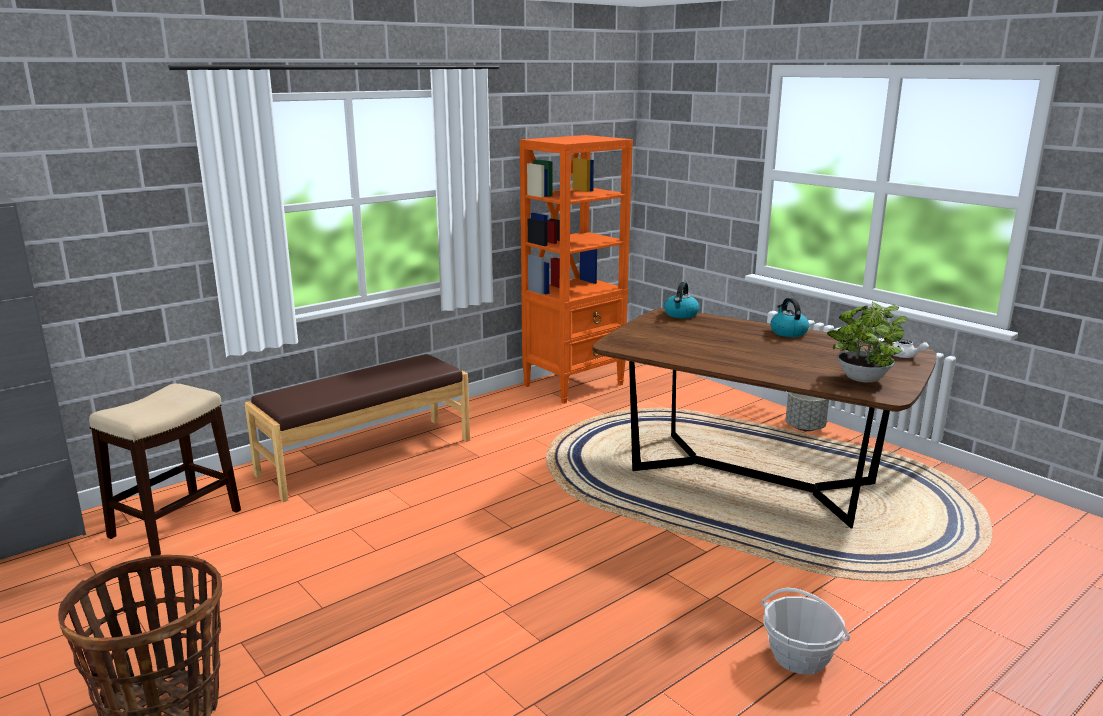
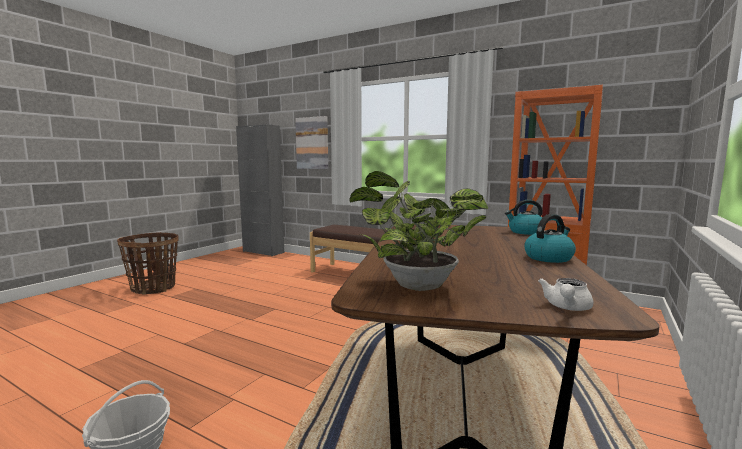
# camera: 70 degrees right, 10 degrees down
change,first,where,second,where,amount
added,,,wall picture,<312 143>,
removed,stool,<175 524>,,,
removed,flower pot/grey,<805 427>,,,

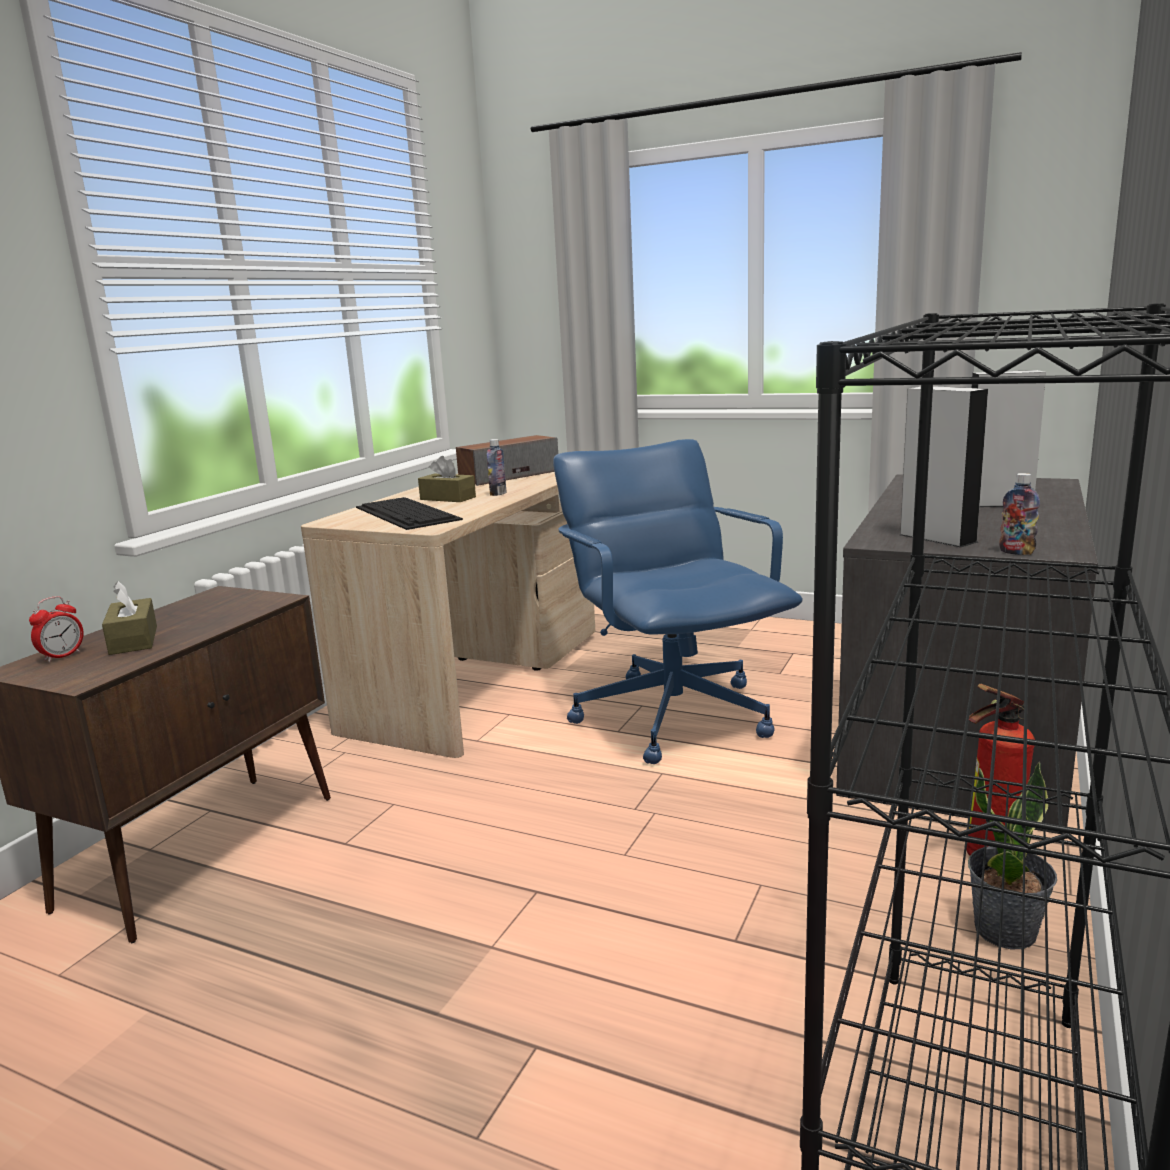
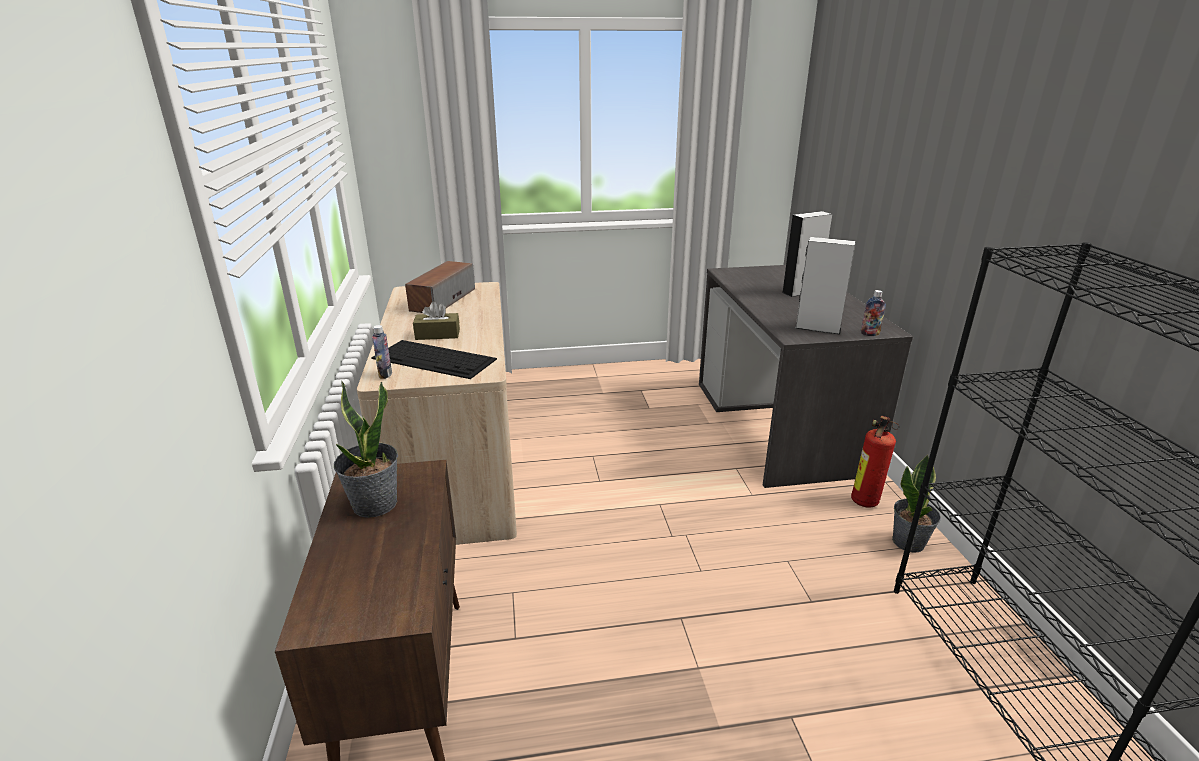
# camera: 35 degrees left, 10 degrees up
change,first,where,second,where,amount
added,,,potted plant,<374 504>,
moved,beverage bottle,<498 494>,,<385 374>,
removed,bedside clock,<62 656>,,,
removed,tissue holder/brown,<133 640>,,,
removed,desk chair/blue-coloured,<674 715>,,,

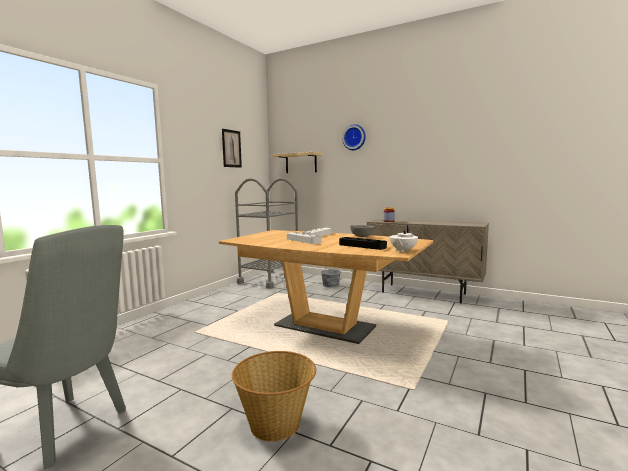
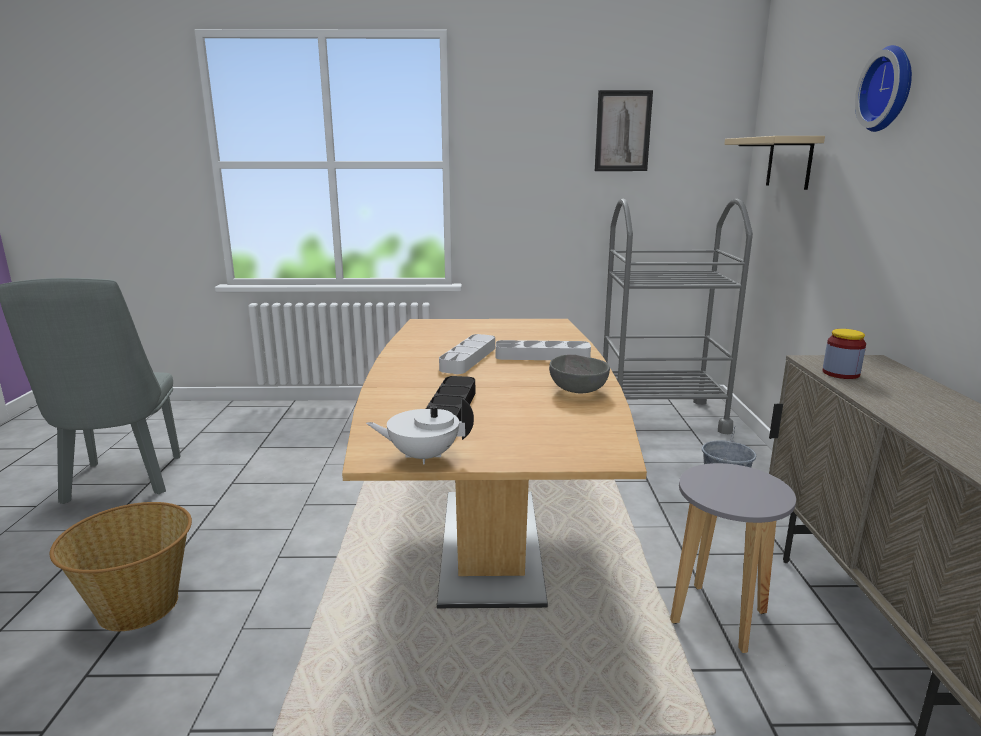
# camera: 60 degrees right, 10 degrees up
change,first,where,second,where,amount
added,,,stool/grey,<719 617>,

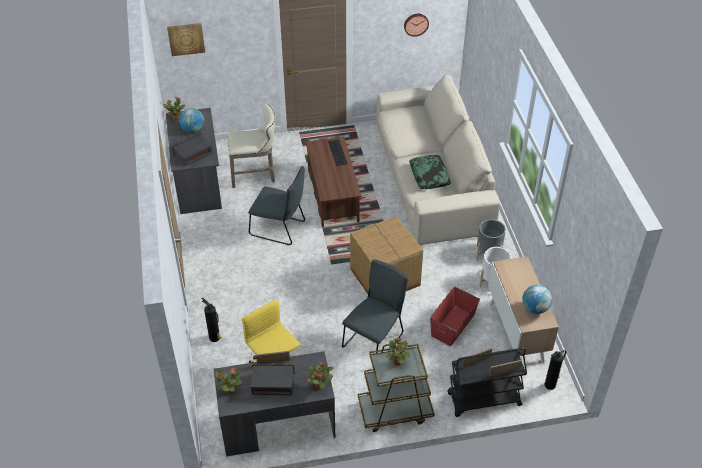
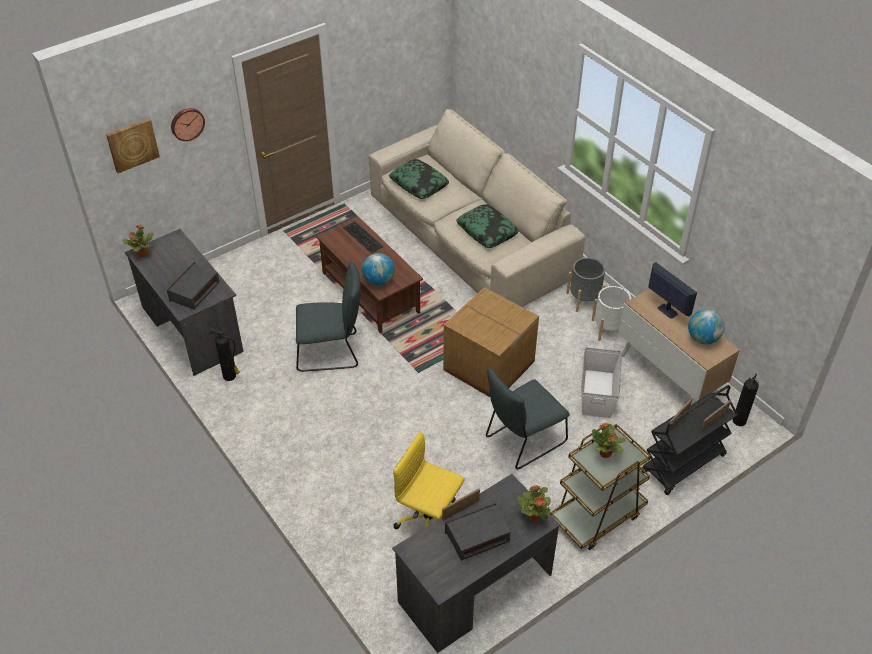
# camera: 25 degrees left, 0 degrees up
change,first,where,second,where,amount
moved,hanging clock,<416 24>,,<187 123>,
moved,fire-fighting cylinder,<215 338>,,<230 376>,
moved,desk globe,<193 129>,,<378 281>,
added,,,cushion,<419 184>,
turned,plain chair/grey,<374 339>,,<522 441>,135 degrees counterclockwise
recoloured,storage box/reddish,<453 325>,storage box/white-coloured,<598 393>,
added,,,computer screen,<667 310>,
removed,potted plant,<229 390>,,,
removed,stool/beige,<255 175>,,,

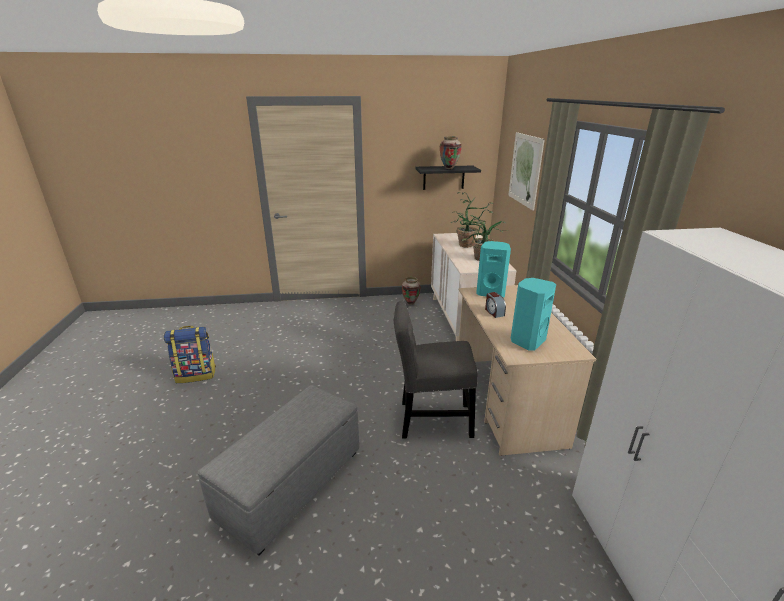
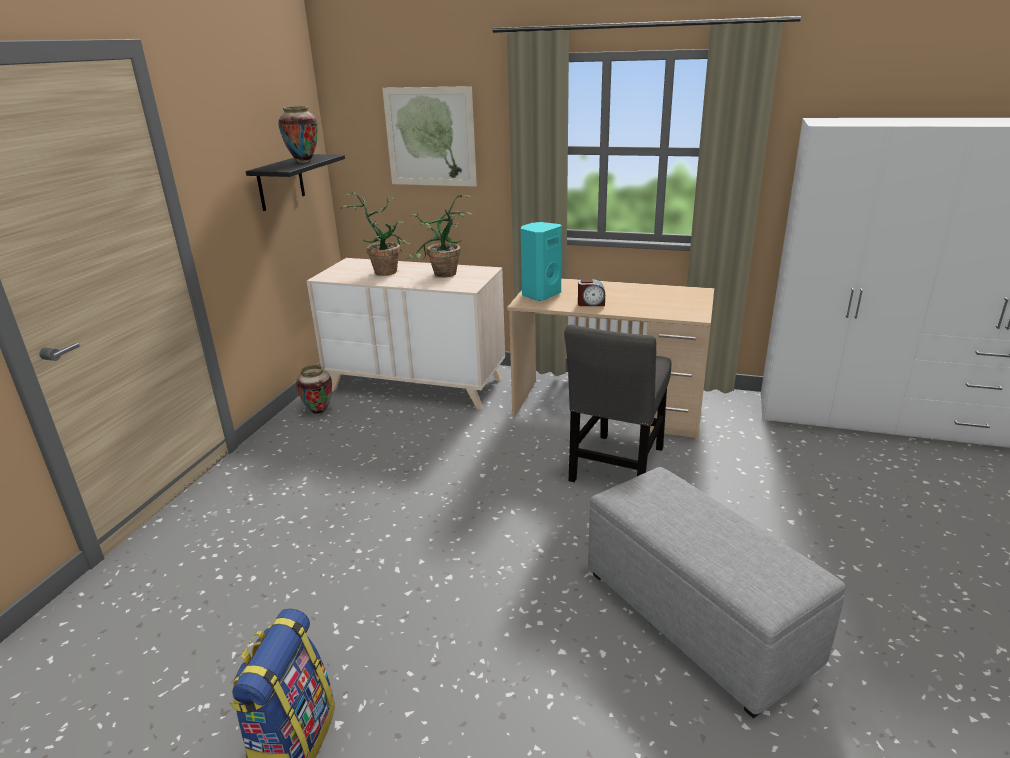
# camera: 65 degrees left, 0 degrees up
change,first,where,second,where,amount
removed,loudspeaker/blue-green,<526 341>,,,

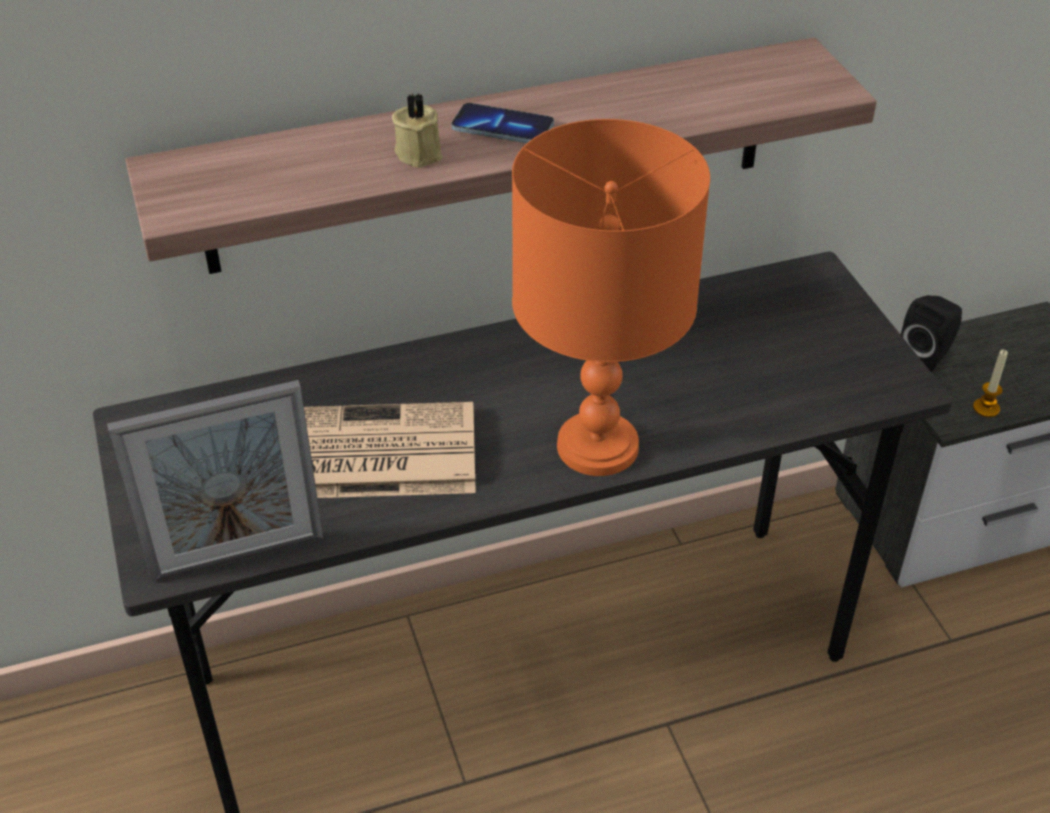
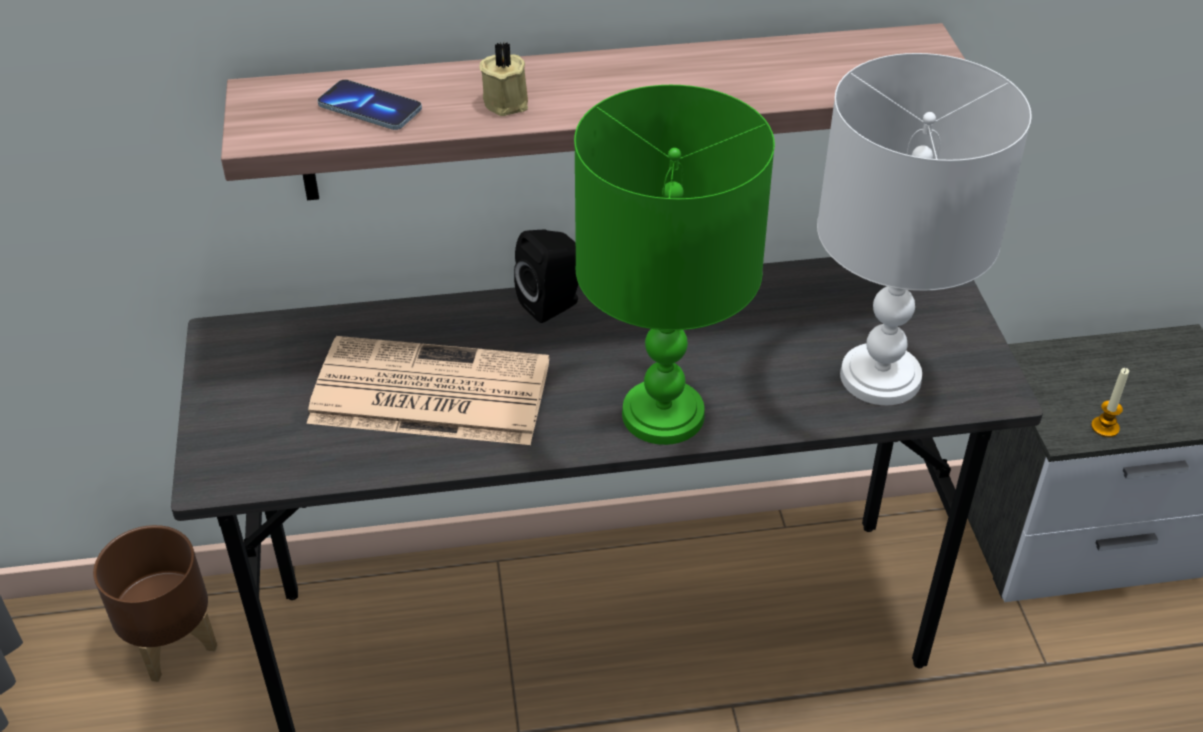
# camera: 10 degrees right, 0 degrees up
change,first,where,second,where,amount
added,,,flower pot/brown,<172 644>,
moved,telephone,<502 127>,,<370 108>,
moved,loudspeaker/black,<926 357>,,<554 304>,
recoloured,lamp for a table/orangey,<595 446>,lamp for a table/green-coloured,<661 414>,
added,,,lamp for a table/white-coloured,<881 378>,
removed,standing frame,<238 557>,,,

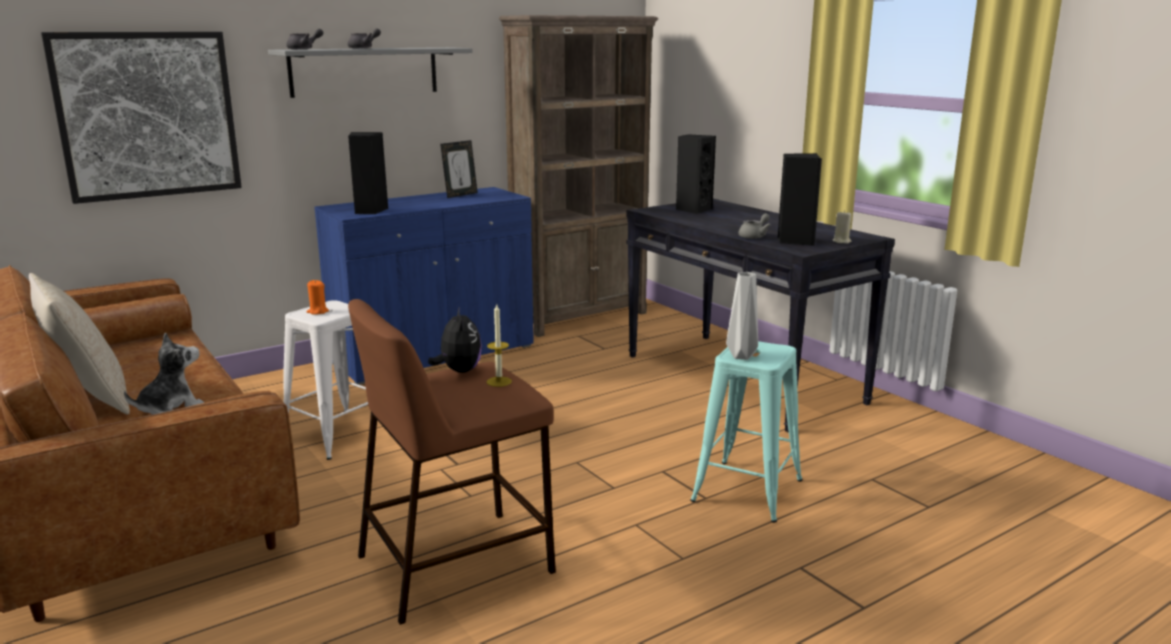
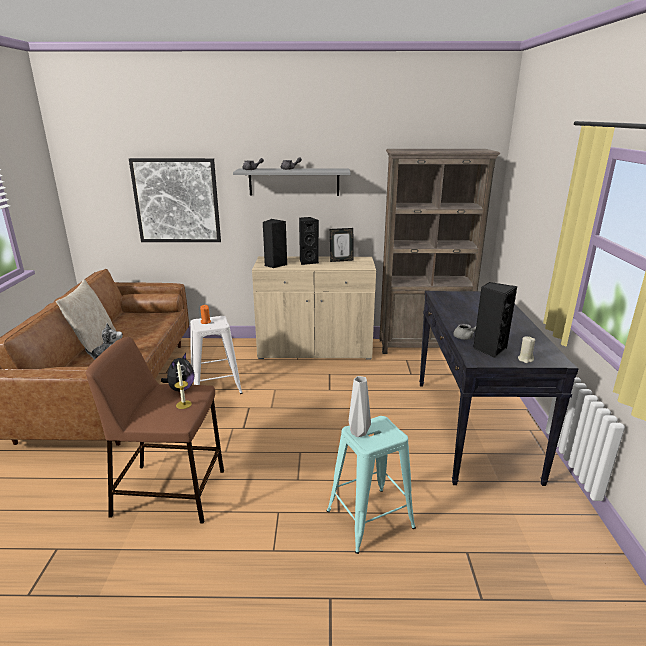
# camera: 35 degrees right, 5 degrees up
change,first,where,second,where,amount
recoloured,storage cabinet/blue-coloured,<434 354>,storage cabinet/beige,<315 350>,
moved,loudspeaker/black,<693 210>,,<308 262>,

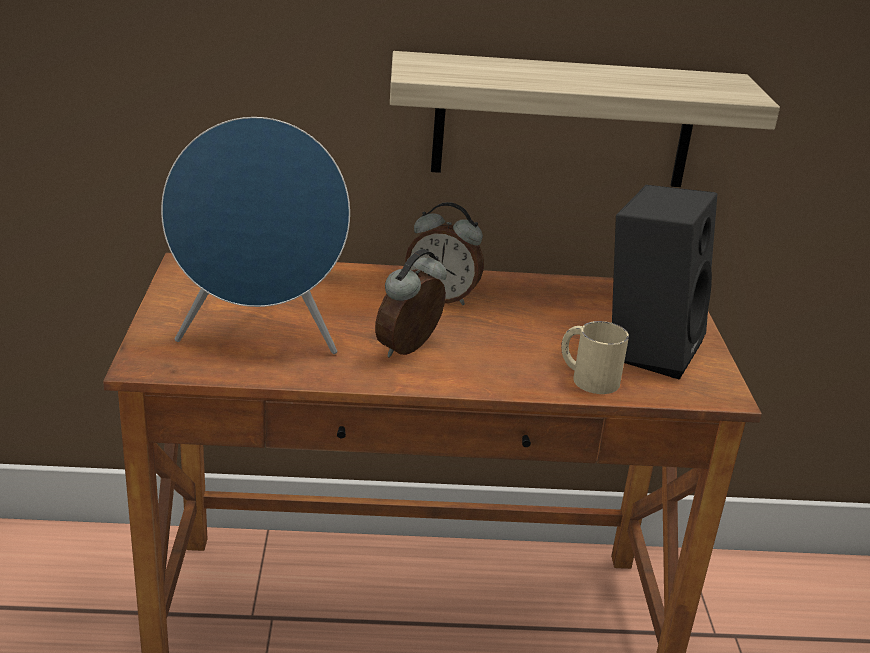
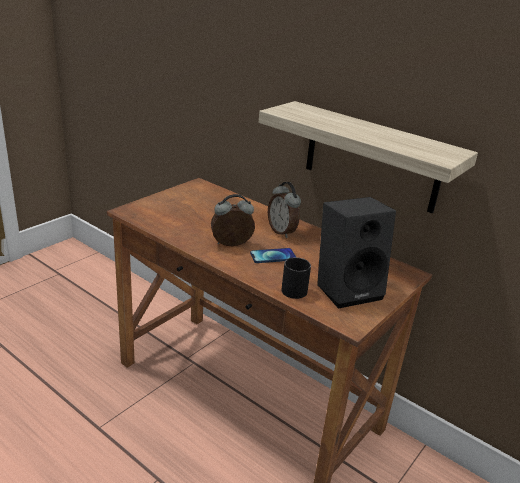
# camera: 40 degrees right, 0 degrees up
change,first,where,second,where,amount
added,,,telephone,<273 256>,
recoloured,mug/beige,<587 377>,mug/black,<292 287>,
removed,loudspeaker/blue-coloured,<260 339>,,,

